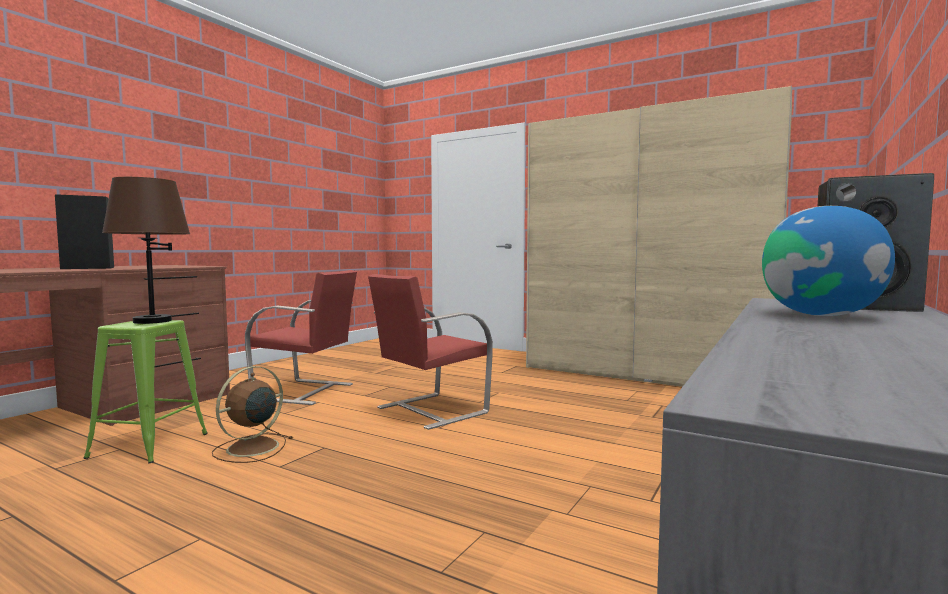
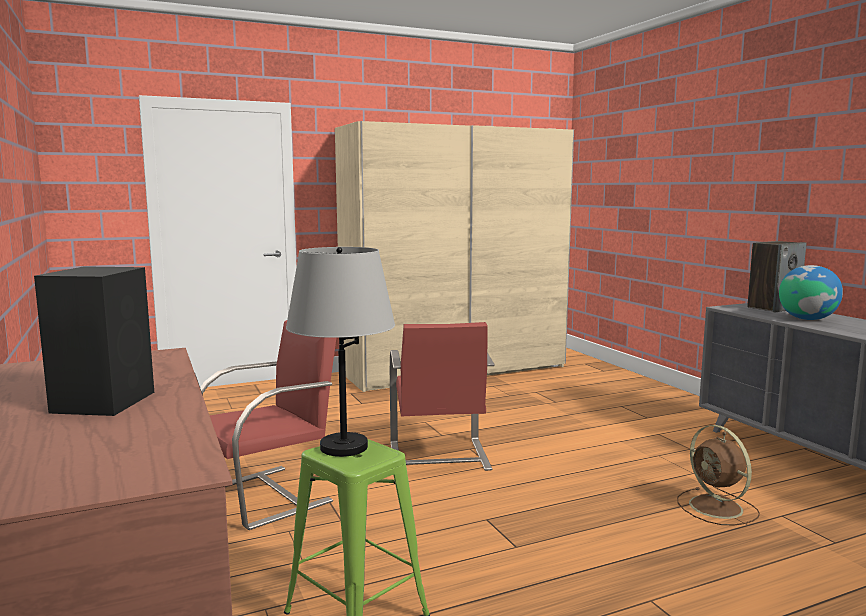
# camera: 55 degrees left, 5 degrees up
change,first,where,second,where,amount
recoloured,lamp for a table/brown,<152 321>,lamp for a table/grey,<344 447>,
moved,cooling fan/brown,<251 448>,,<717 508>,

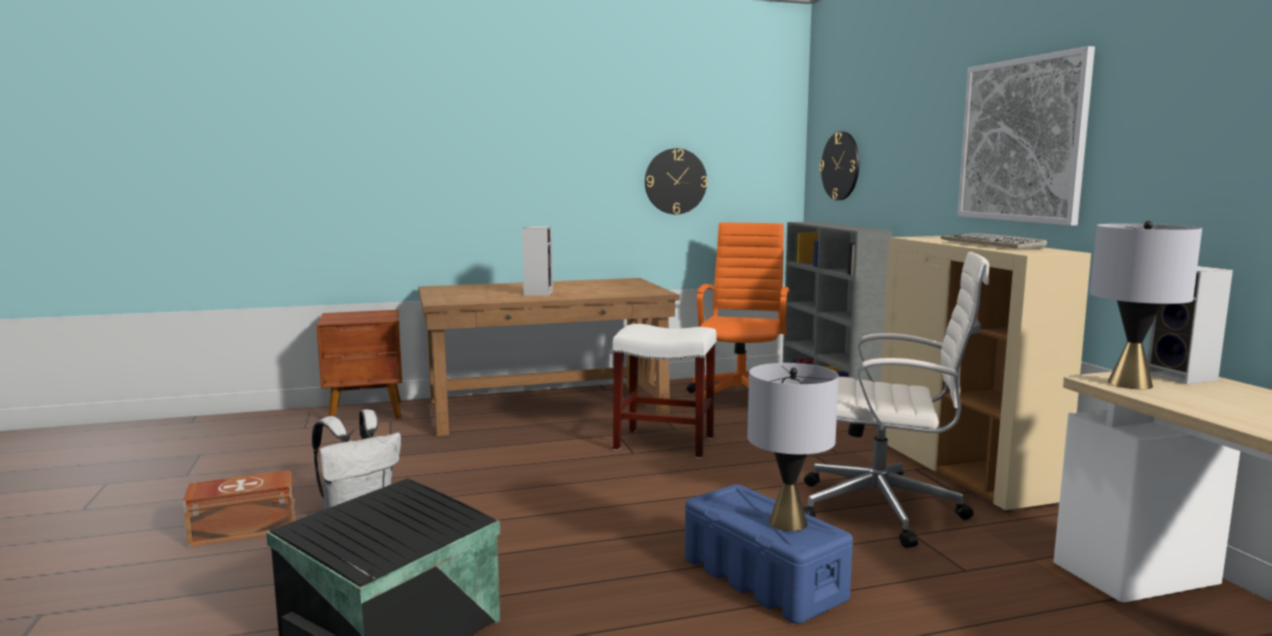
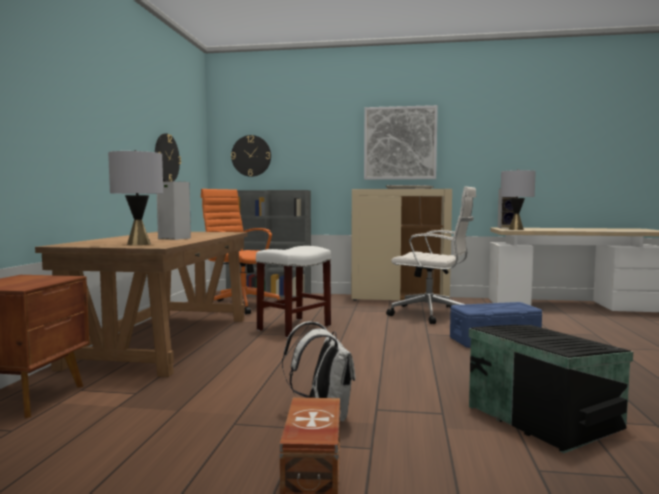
# camera: 65 degrees left, 5 degrees down
change,first,where,second,where,amount
moved,lamp for a table/grey,<788 522>,,<139 244>,
turned,desk chair/white-coloured,<884 510>,,<432 314>,75 degrees clockwise

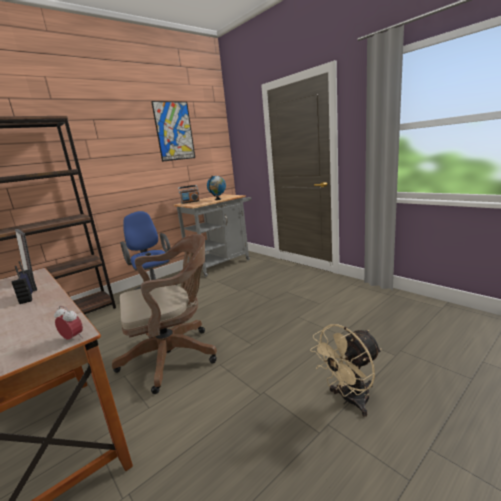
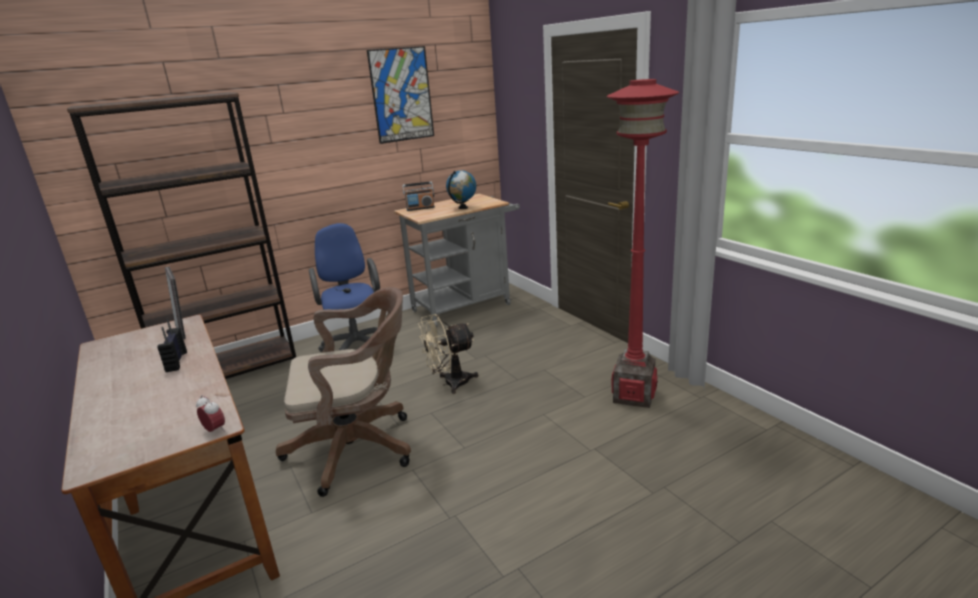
# camera: 10 degrees right, 5 degrees up
change,first,where,second,where,amount
moved,cooling fan/beige,<349 400>,,<450 383>,
added,,,floor lamp/reddish,<634 395>,

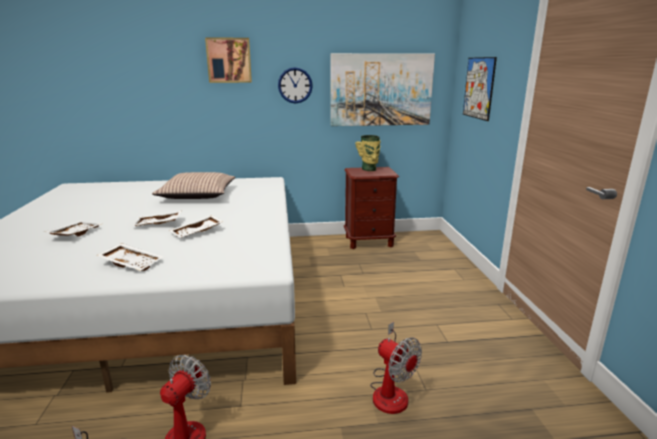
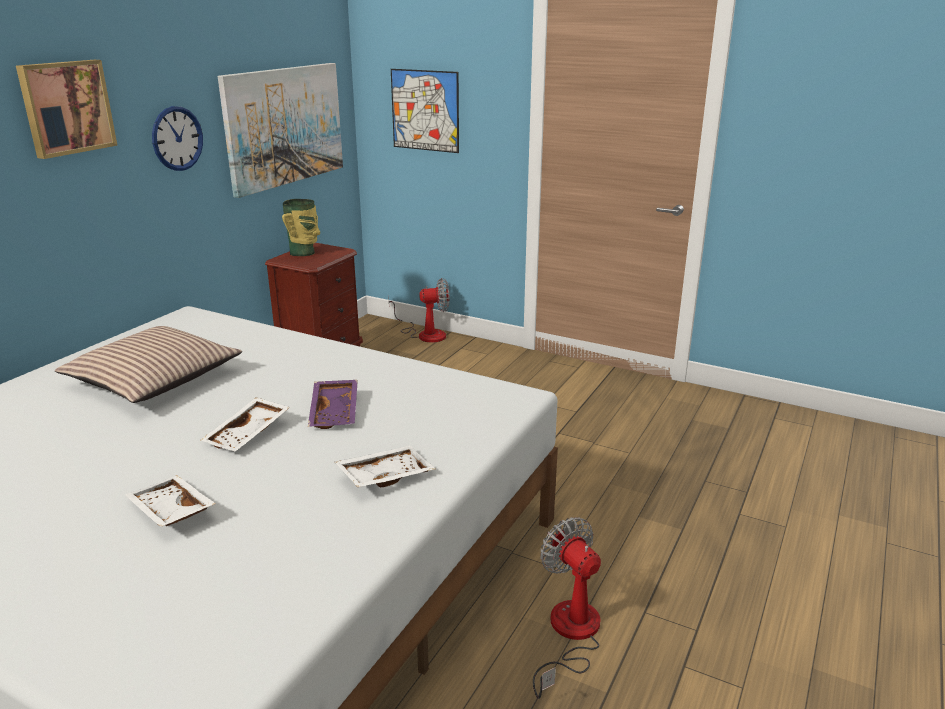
# camera: 55 degrees left, 5 degrees up
change,first,where,second,where,amount
recoloured,tray/white-coloured,<197 232>,tray/purple-coloured,<336 412>,
moved,cooling fan,<390 390>,,<425 334>,

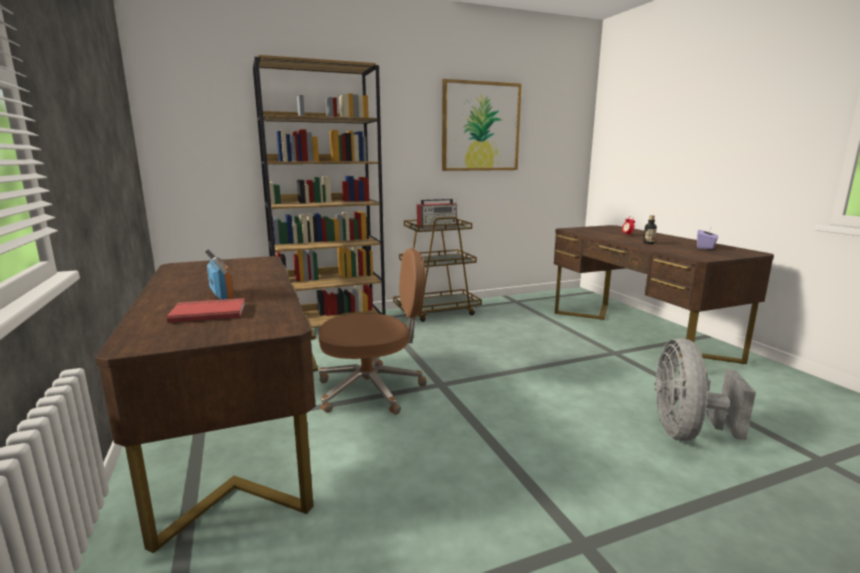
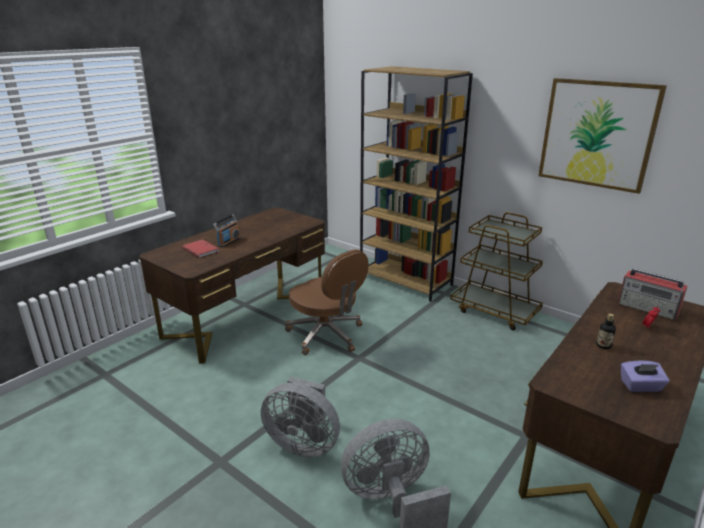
# camera: 60 degrees right, 10 degrees up
change,first,where,second,where,amount
added,,,cooling fan/grey,<303 443>,
moved,radio,<437 227>,,<648 308>,

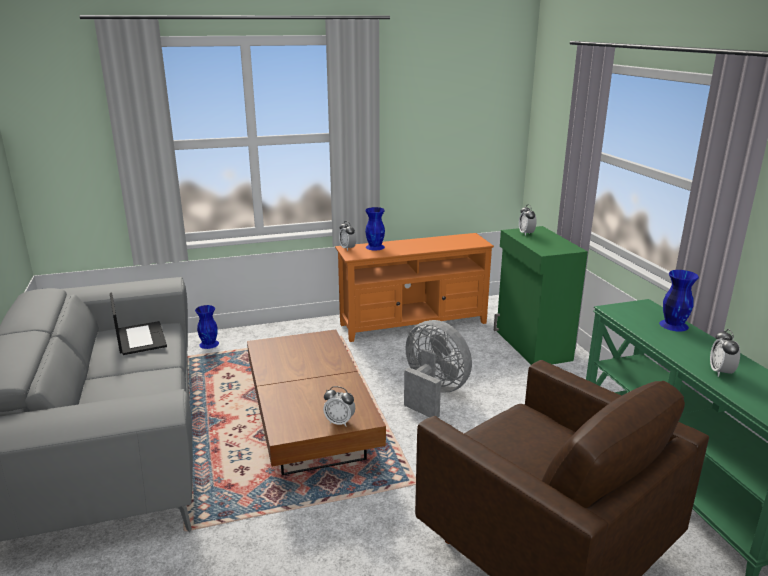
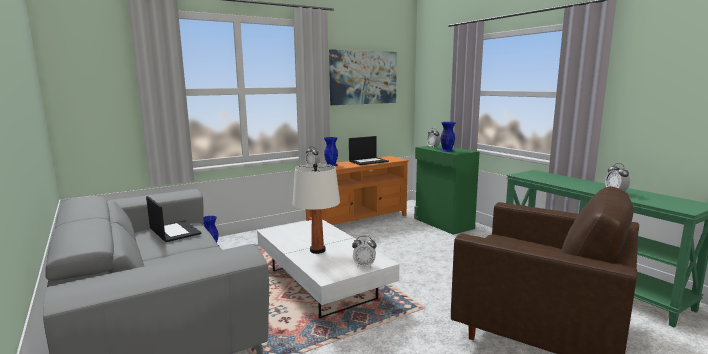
# camera: 15 degrees left, 10 degrees down
change,first,where,second,where,amount
recoloured,coffee table/brown,<309 424>,coffee table/white-coloured,<321 284>,
added,,,lamp for a table/white-coloured,<317 250>,
added,,,wall picture,<363 77>,
added,,,portable computer,<368 161>,
moved,flower vase/blue-coloured,<673 325>,,<446 150>,
removed,cooling fan/grey,<432 393>,,,

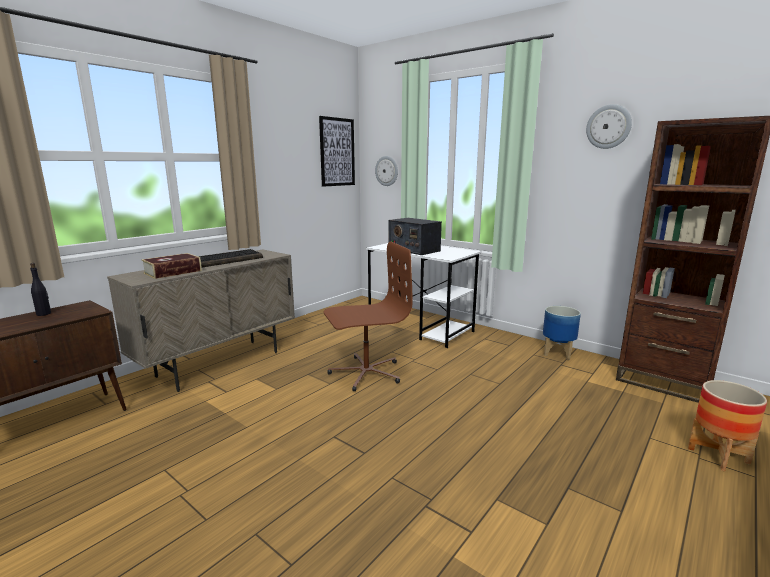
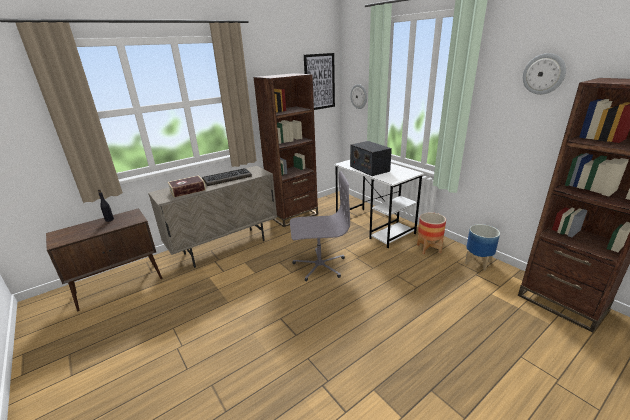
# camera: 15 degrees right, 10 degrees up
change,first,where,second,where,amount
added,,,bookcase/brown,<293 215>,
recoloured,desk chair/brown,<365 373>,desk chair/grey,<319 265>,
moved,flower pot,<718 456>,,<428 249>,

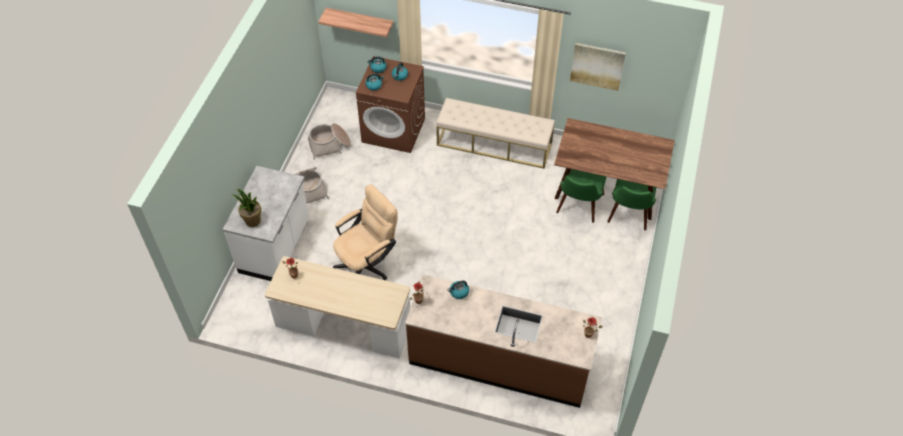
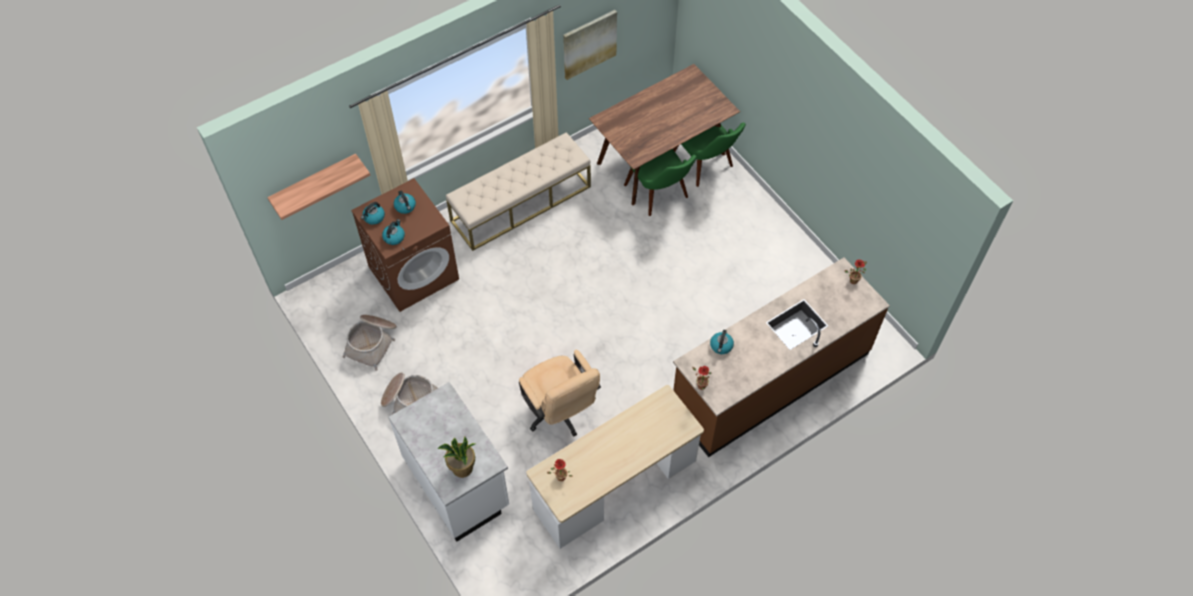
# camera: 50 degrees left, 5 degrees up
change,first,where,second,where,amount
turned,desk chair/beige,<367 264>,,<560 412>,150 degrees clockwise

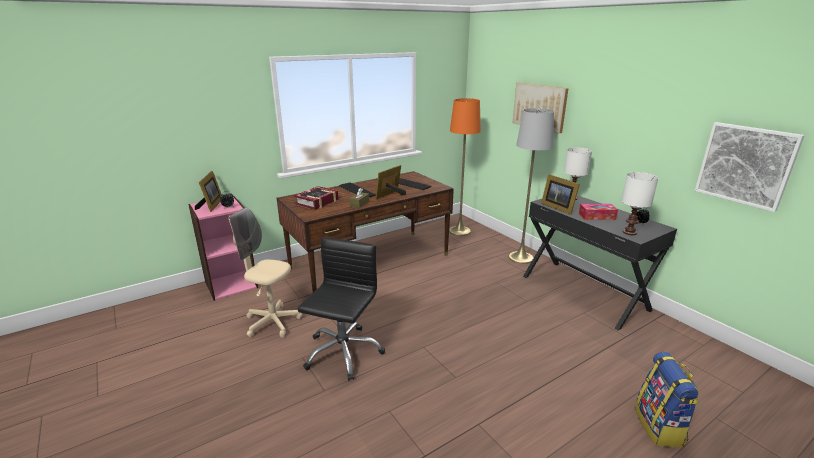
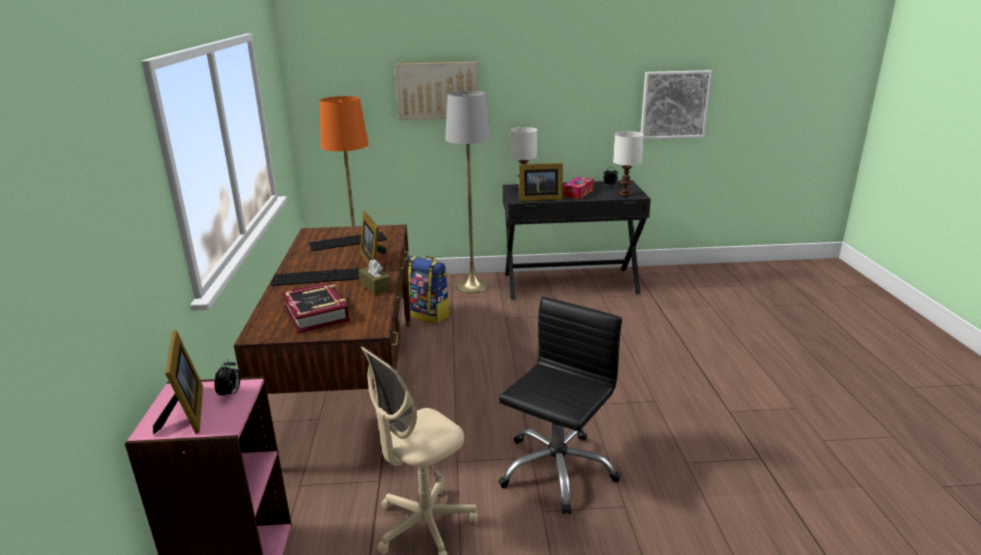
# camera: 60 degrees left, 0 degrees up
change,first,where,second,where,amount
turned,standing frame,<211 205>,,<187 412>,45 degrees clockwise
moved,backpack,<659 426>,,<428 315>,
turned,desk chair/black,<343 352>,,<556 469>,75 degrees clockwise

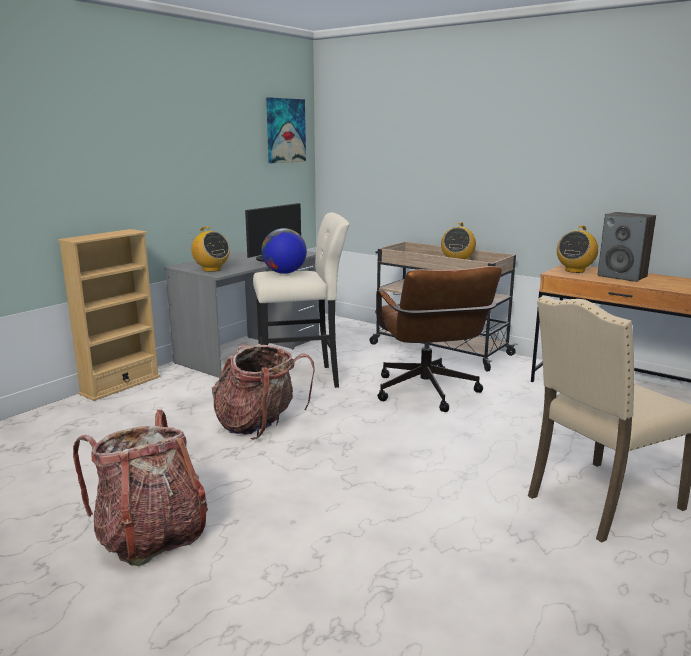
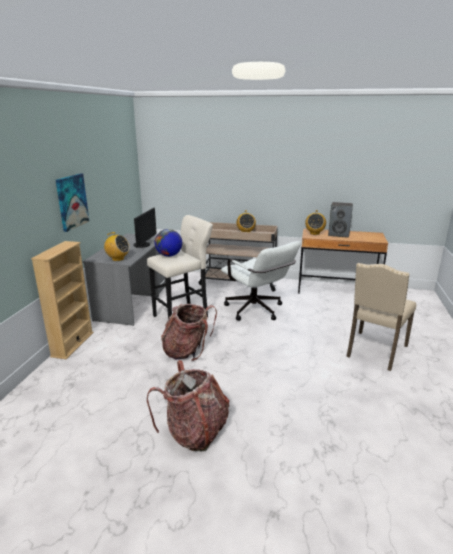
# camera: 25 degrees left, 5 degrees up
change,first,where,second,where,amount
moved,wall picture,<285 130>,,<72 201>,
recoloured,desk chair/brown,<428 395>,desk chair/white-coloured,<257 311>,

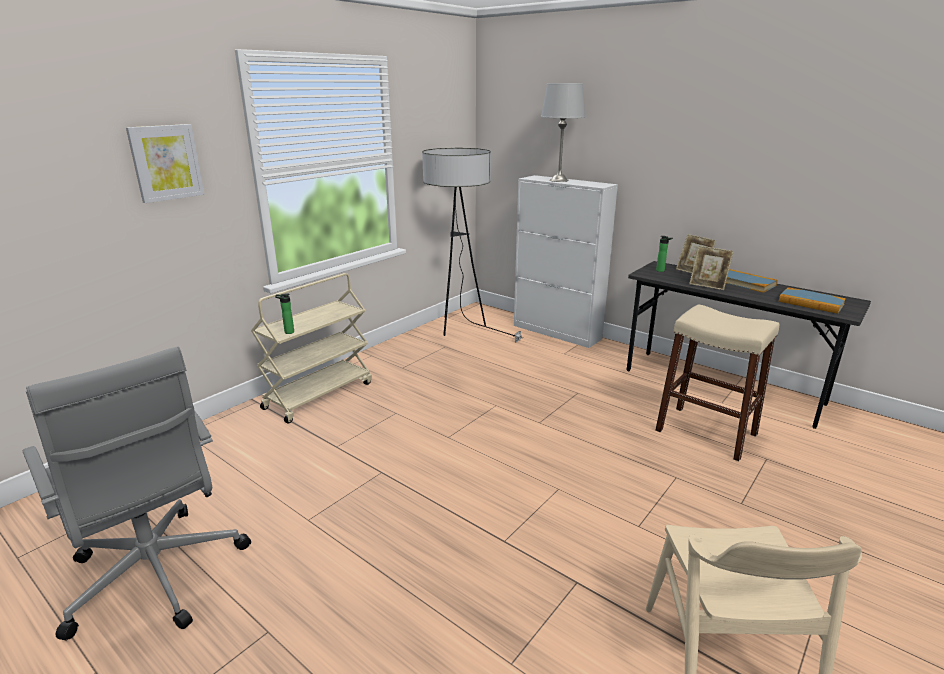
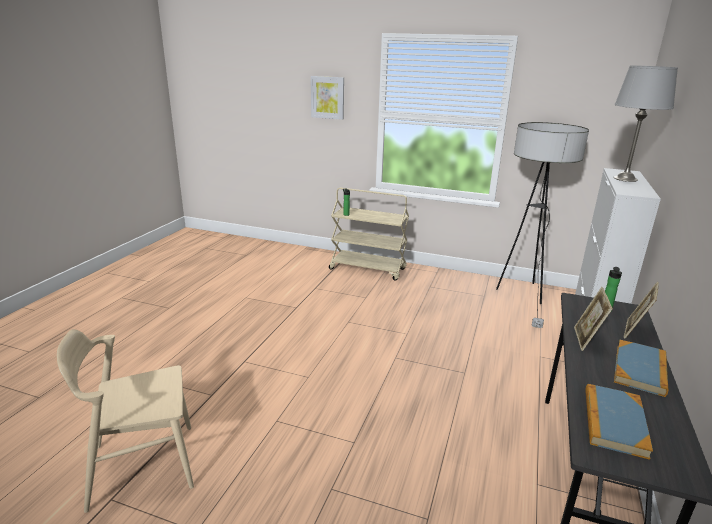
# camera: 70 degrees right, 0 degrees up
change,first,where,second,where,amount
removed,desk chair/grey,<157 577>,,,
removed,stool/beige,<705 432>,,,

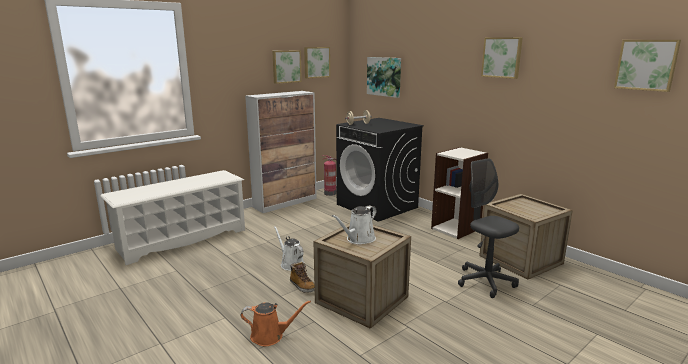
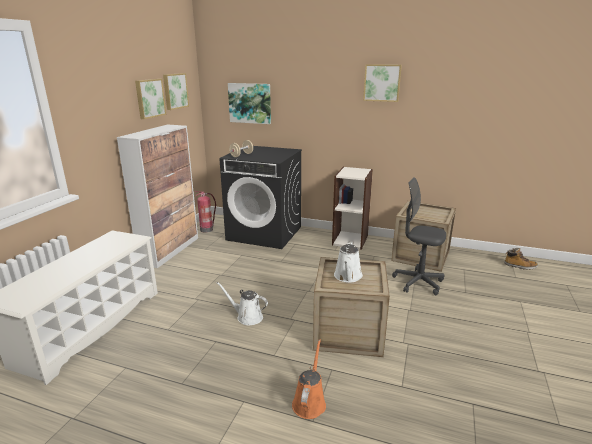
# camera: 30 degrees left, 5 degrees up
change,first,where,second,where,amount
turned,watering can/orangey,<270 336>,,<309 402>,45 degrees counterclockwise
moved,tall boot,<302 286>,,<519 266>,
removed,wall picture,<646 65>,,,

